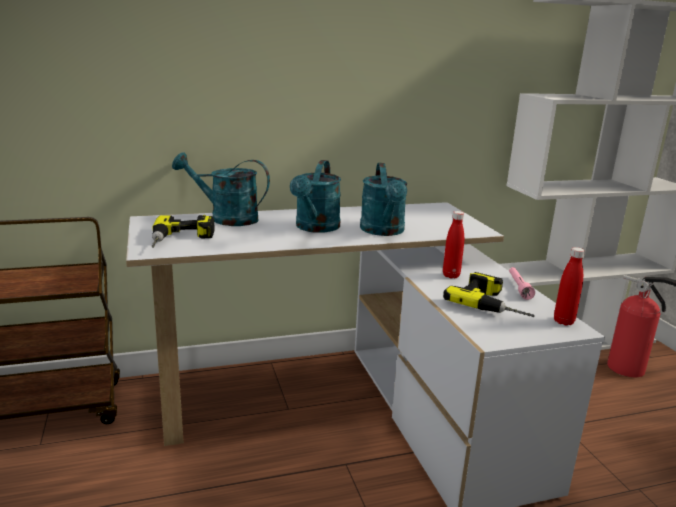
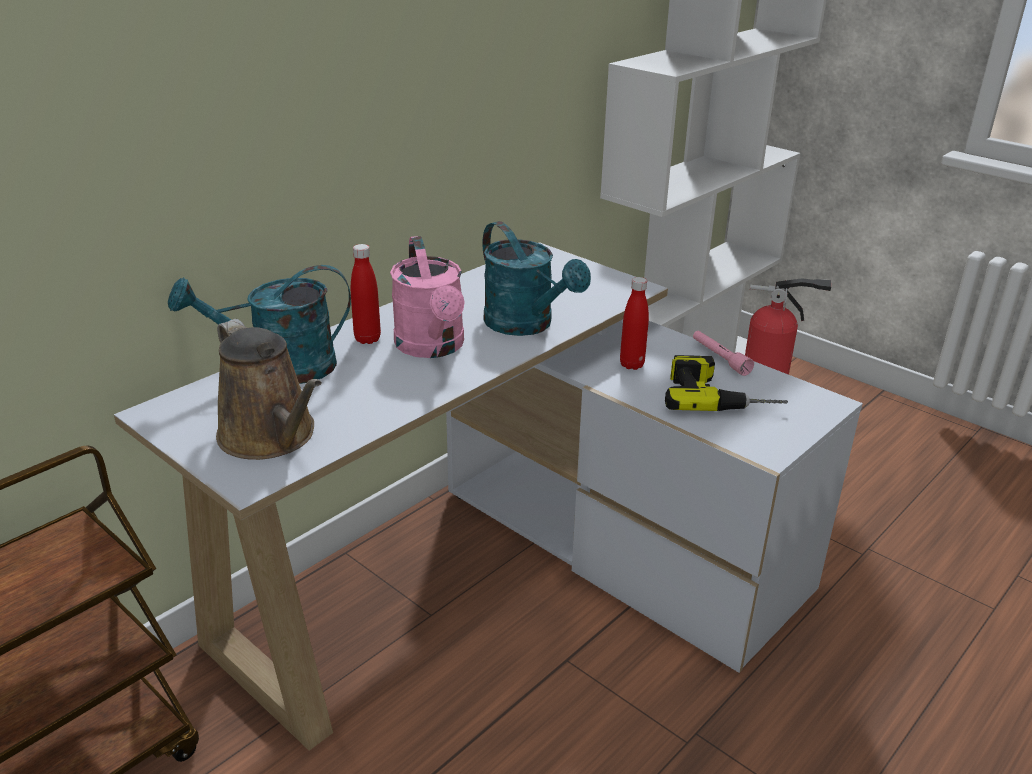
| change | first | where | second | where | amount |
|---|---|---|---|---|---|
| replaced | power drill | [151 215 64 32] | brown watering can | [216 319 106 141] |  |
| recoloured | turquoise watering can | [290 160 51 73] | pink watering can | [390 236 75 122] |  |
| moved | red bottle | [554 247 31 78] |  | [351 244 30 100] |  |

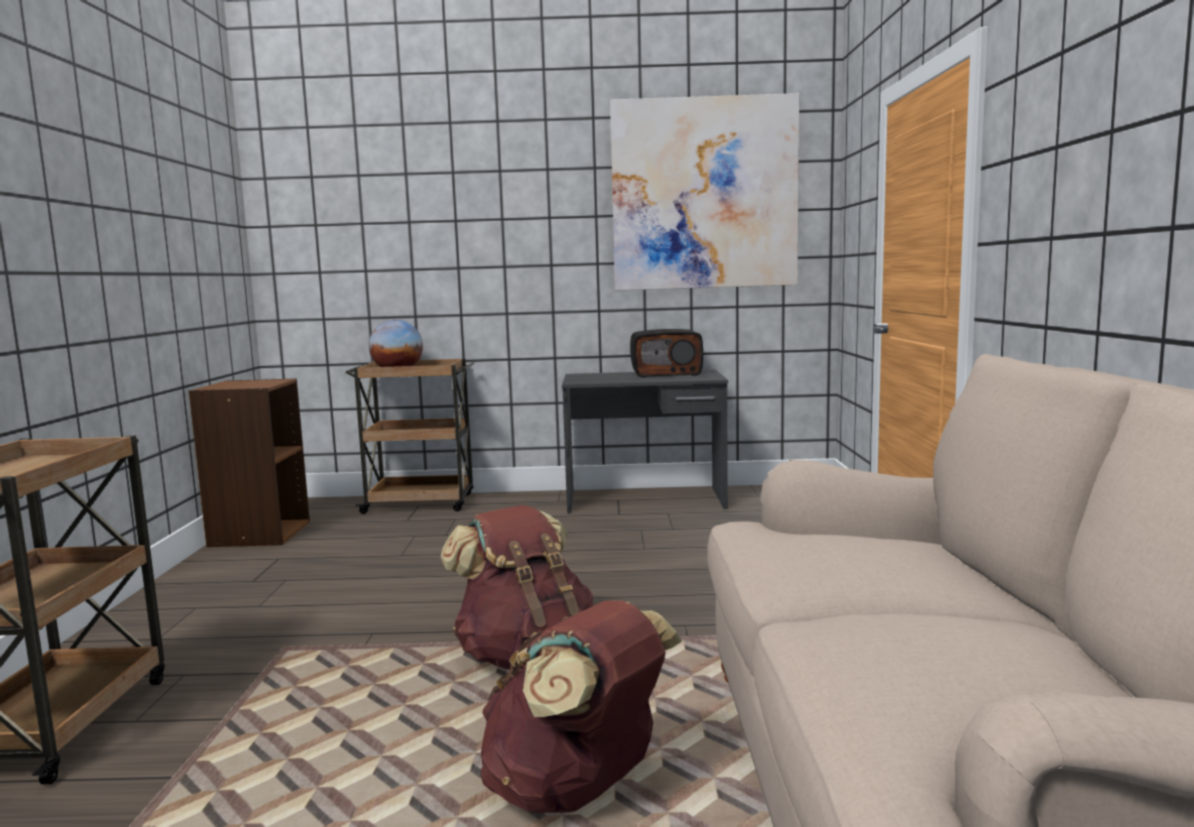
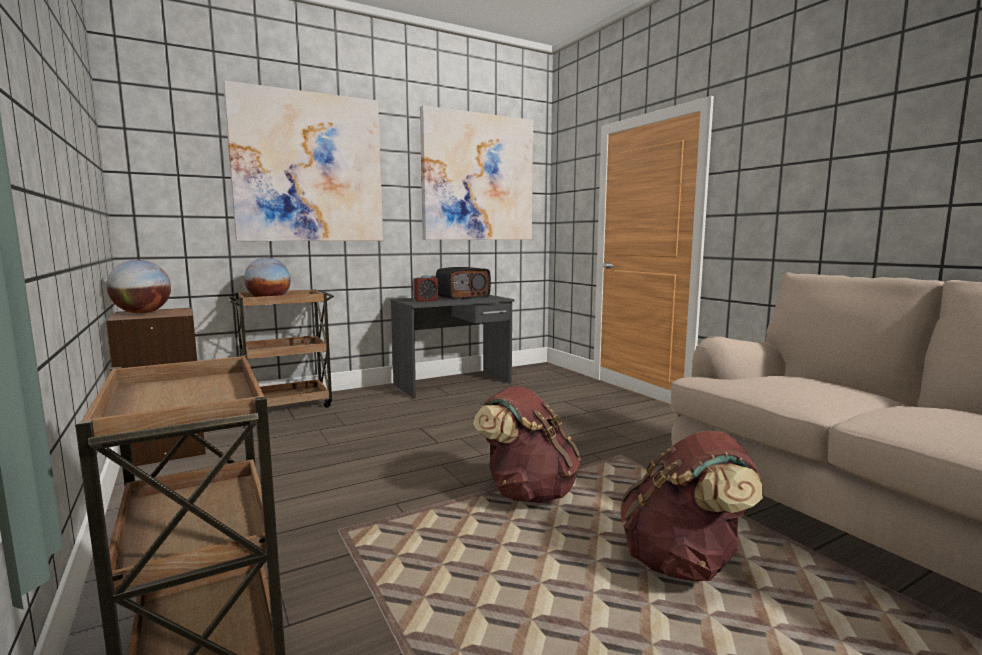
| change | first | where | second | where | amount |
|---|---|---|---|---|---|
| added |  |  | globe | [106 260 65 54] |  |
| added |  |  | picture | [223 80 160 161] |  |
| added |  |  | alarm clock | [413 275 25 27] |  |

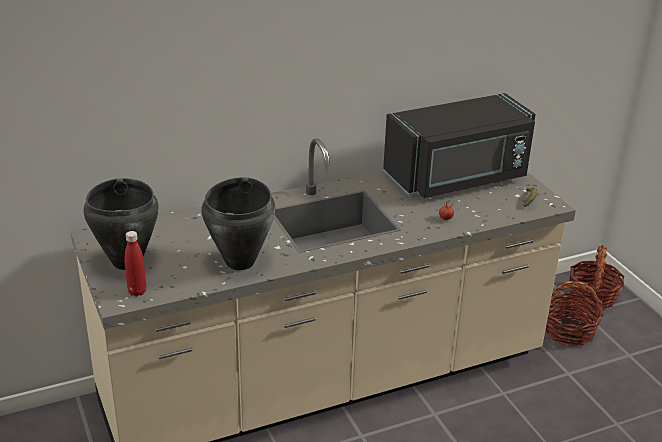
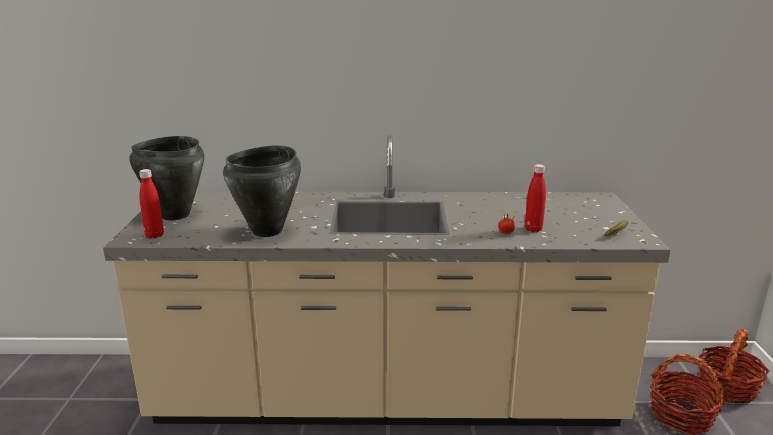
| change | first | where | second | where | amount |
|---|---|---|---|---|---|
| removed | black microwave | [383 93 152 105] |  |  |  |
| added |  |  | red bottle | [525 164 21 68] |  |

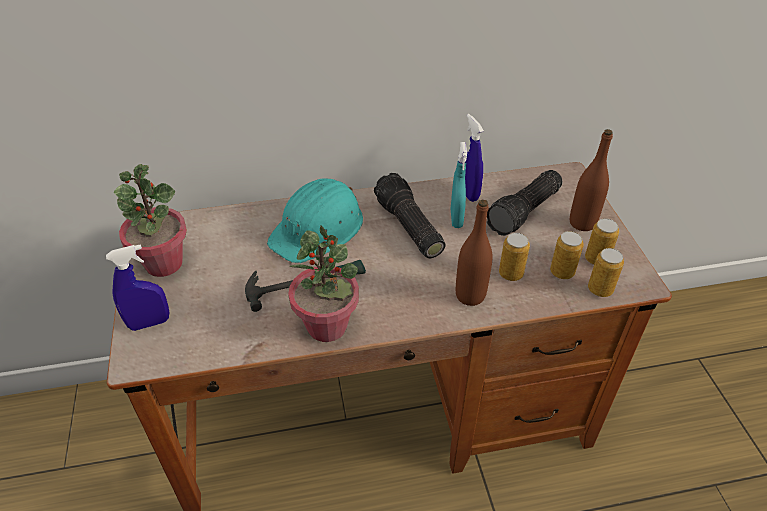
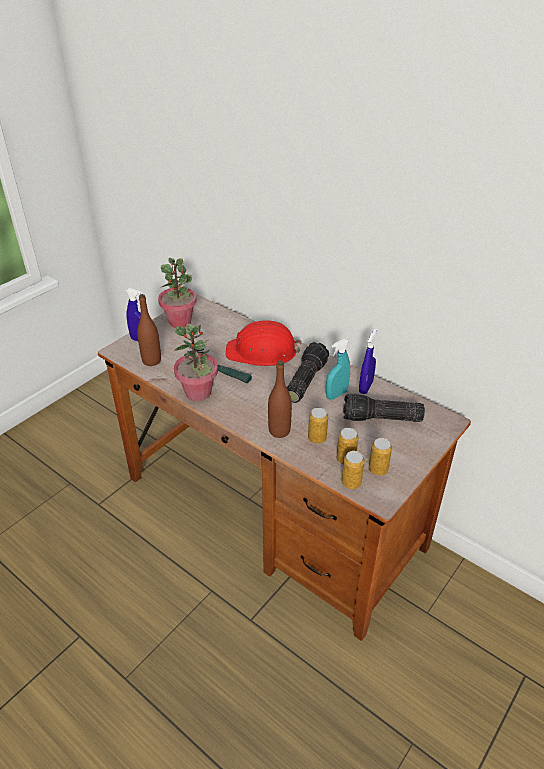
| change | first | where | second | where | amount |
|---|---|---|---|---|---|
| recoloured | turquoise hard hat | [267 178 96 85] | red hard hat | [226 320 76 46] |  |
| moved | brown bottle | [570 129 43 102] |  | [137 294 24 72] |  |

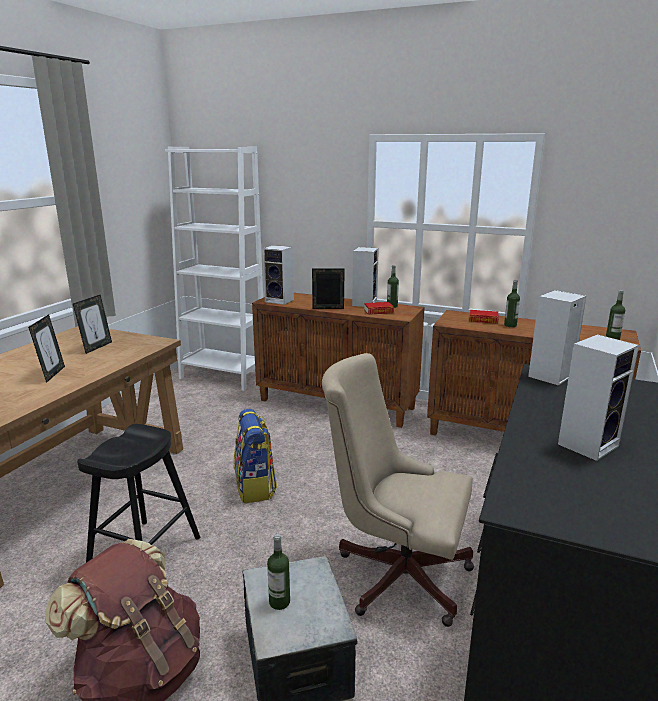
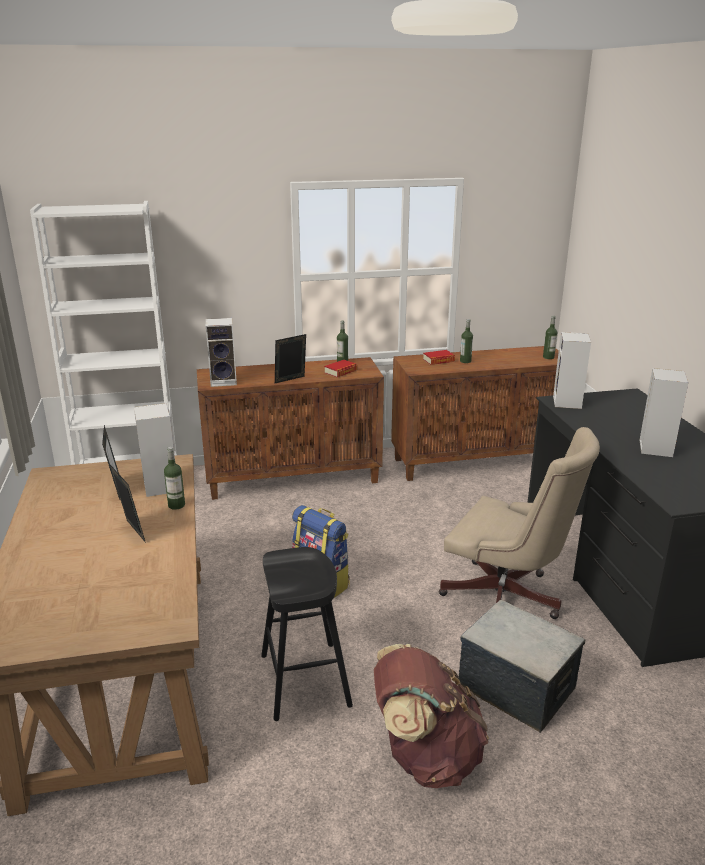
| change | first | where | second | where | amount |
|---|---|---|---|---|---|
| moved | bottle | [267 534 23 76] |  | [164 447 21 63] |  |
| turned | beige office chair | [322 353 152 274] |  | [439 427 161 192] | 135 degrees counterclockwise |
| moved | speaker | [352 247 27 60] |  | [134 403 41 94] |  |

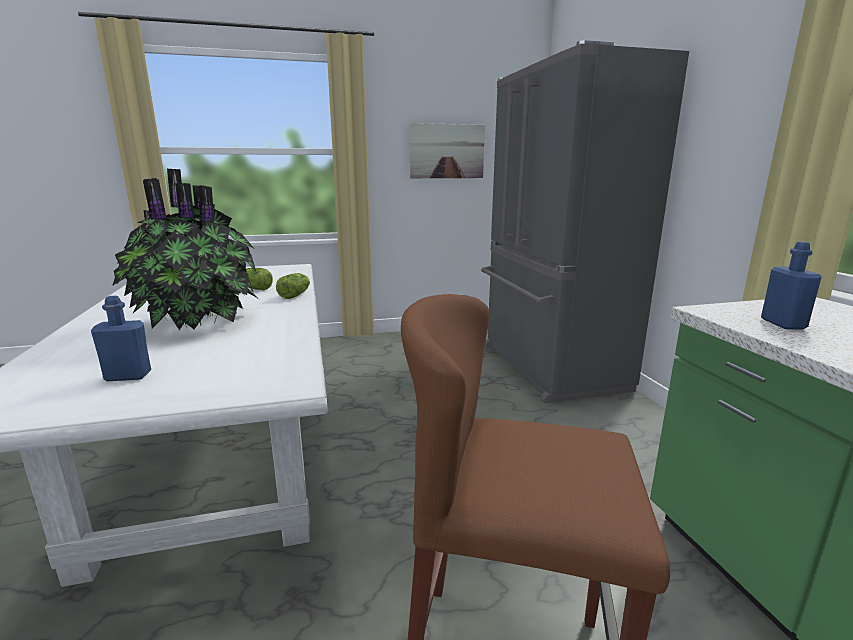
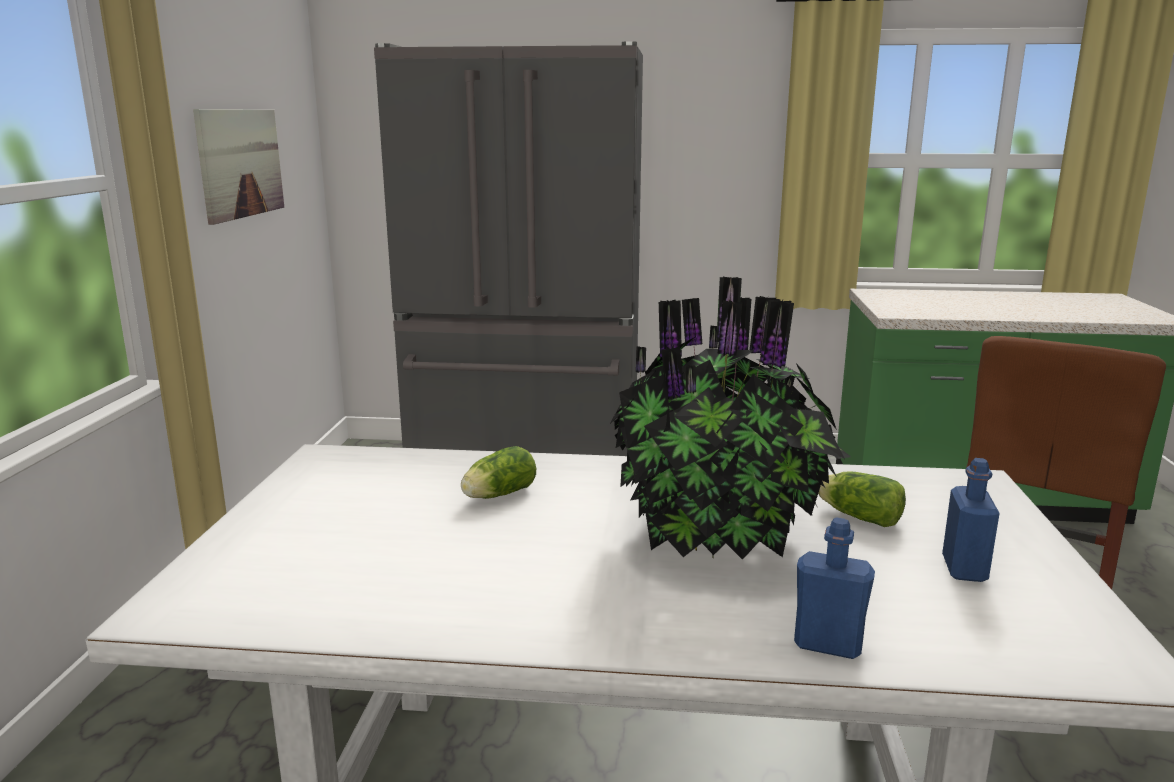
| change | first | where | second | where | amount |
|---|---|---|---|---|---|
| moved | lettuce | [276 273 34 26] |  | [818 471 88 56] |  |
| moved | blue bottle | [761 242 61 87] |  | [794 518 81 141] |  |

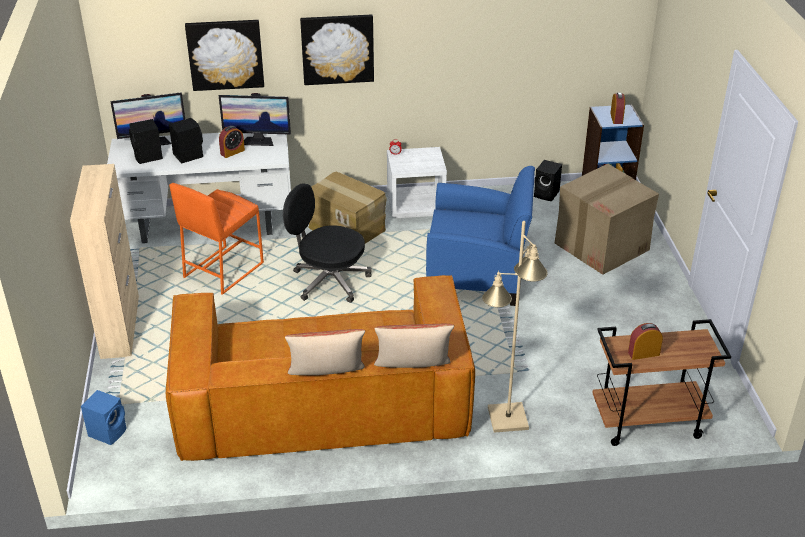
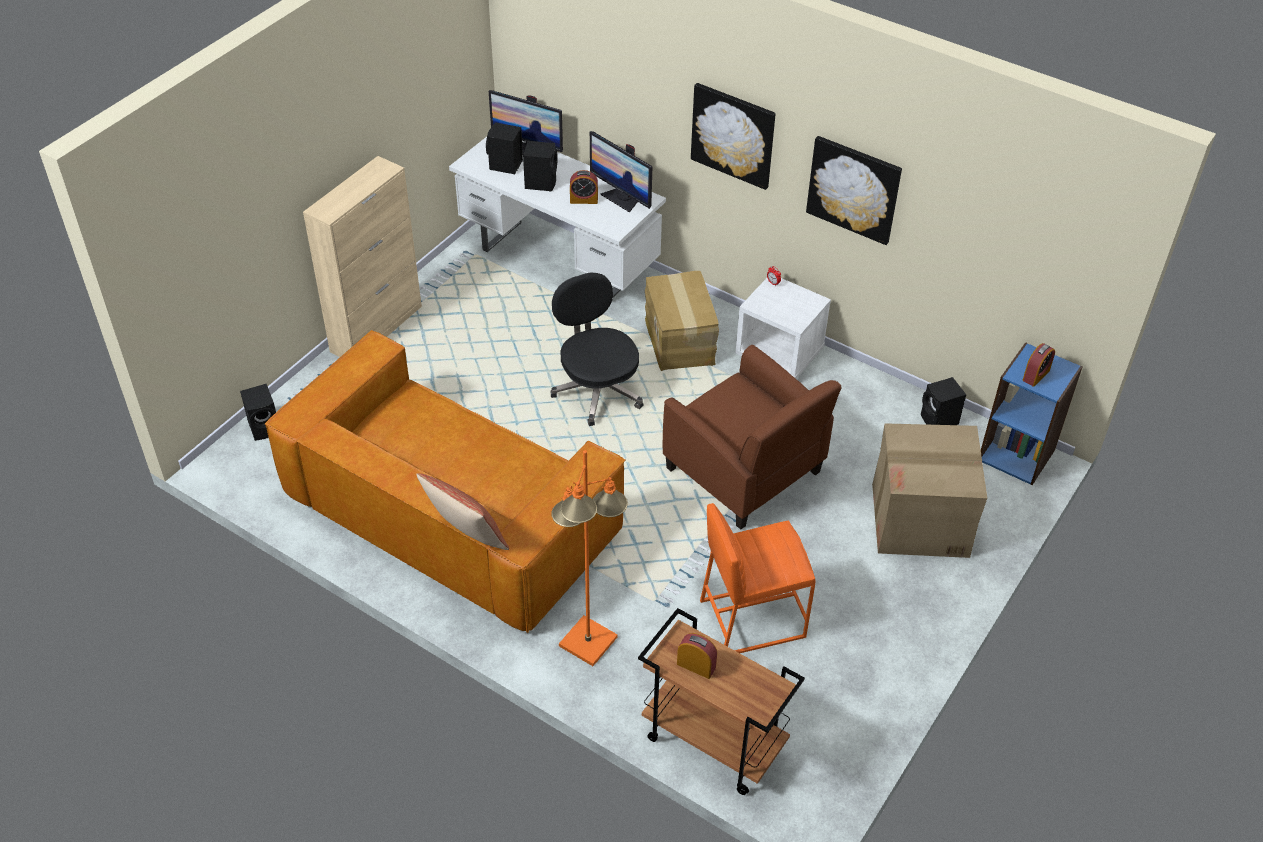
| change | first | where | second | where | amount |
|---|---|---|---|---|---|
| recoloured | blue speaker | [81 390 46 55] | black speaker | [240 384 36 57] |  |
| moved | orange stool | [169 183 95 112] |  | [700 503 116 150] |  |
| moved | picture | [185 20 79 71] |  | [806 136 96 109] |  |
| removed | pillow | [285 329 80 46] |  |  |  |
| recoloured | blue armchair | [426 166 109 140] | brown armchair | [663 345 178 184] |  |
| recoloured | beige floor lamp | [482 221 66 212] | orange floor lamp | [551 450 77 216] |  |

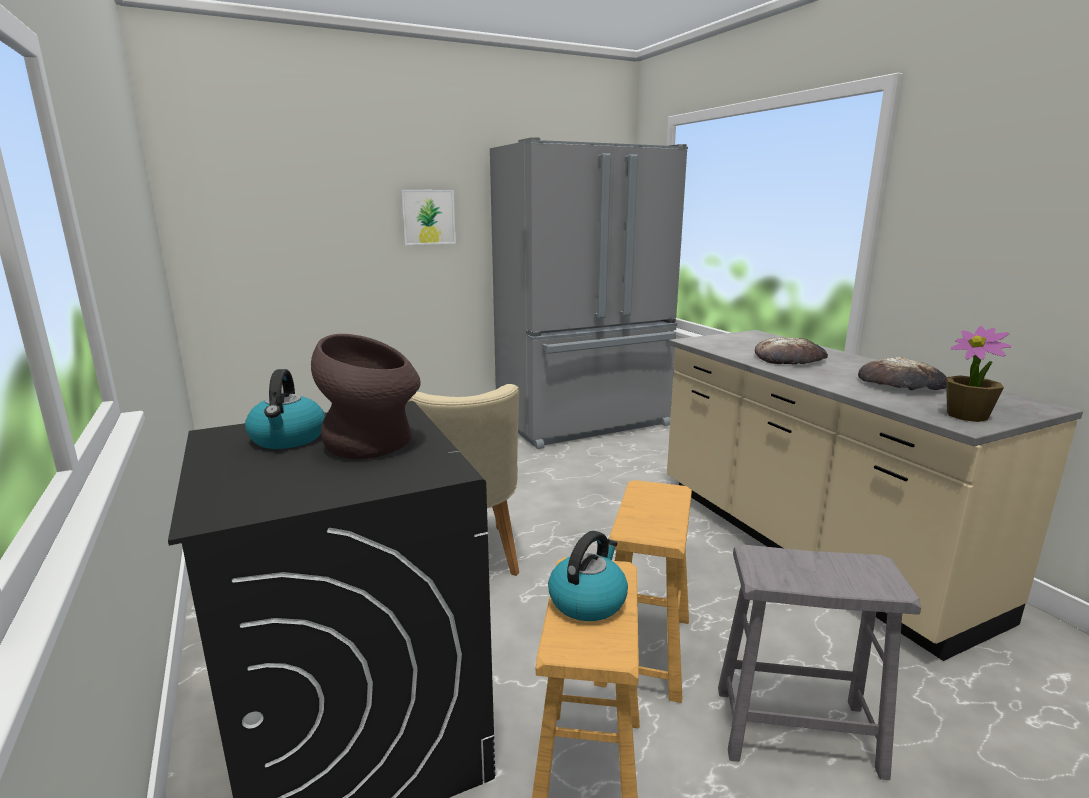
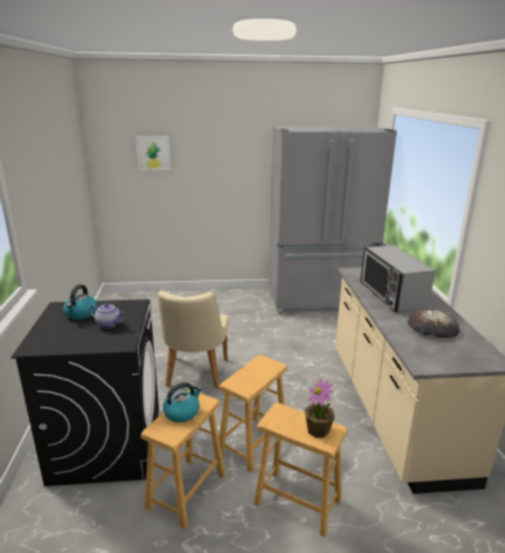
| change | first | where | second | where | amount |
|---|---|---|---|---|---|
| replaced | brown vase | [311 334 110 125] | teapot | [90 303 35 26] |  |
| moved | picture | [401 190 55 55] |  | [136 136 35 34] |  |
| recoloured | grey stool | [718 544 203 236] | brown stool | [254 403 94 134] |  |
| replaced | bread | [755 337 73 27] | microwave | [360 245 75 67] |  |
| moved | potted plant | [946 326 65 96] |  | [305 379 30 59] |  |

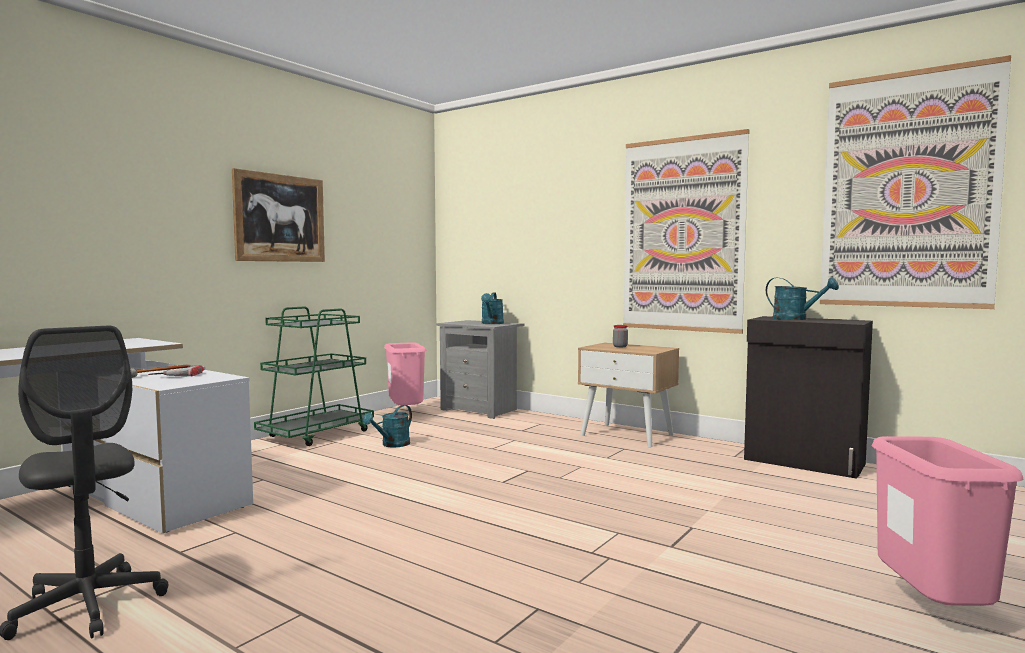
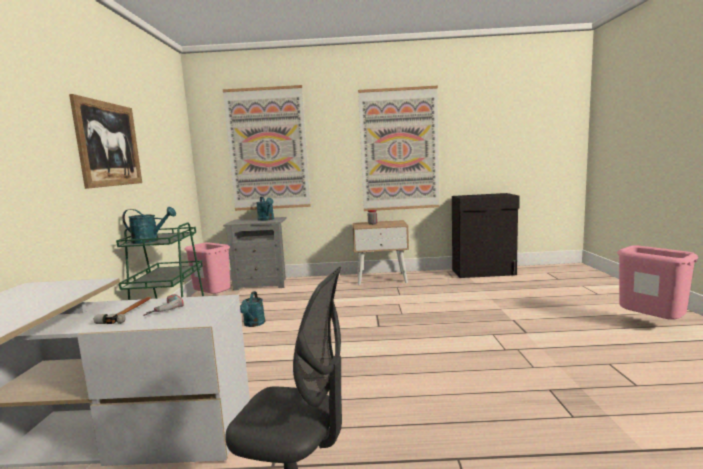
| change | first | where | second | where | amount |
|---|---|---|---|---|---|
| moved | turquoise watering can | [766 277 73 43] |  | [122 207 54 37] |  |
| moved | picture | [820 55 191 254] |  | [223 85 88 126] |  |

